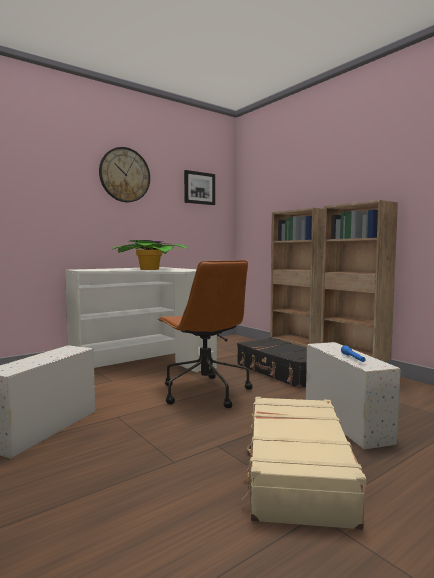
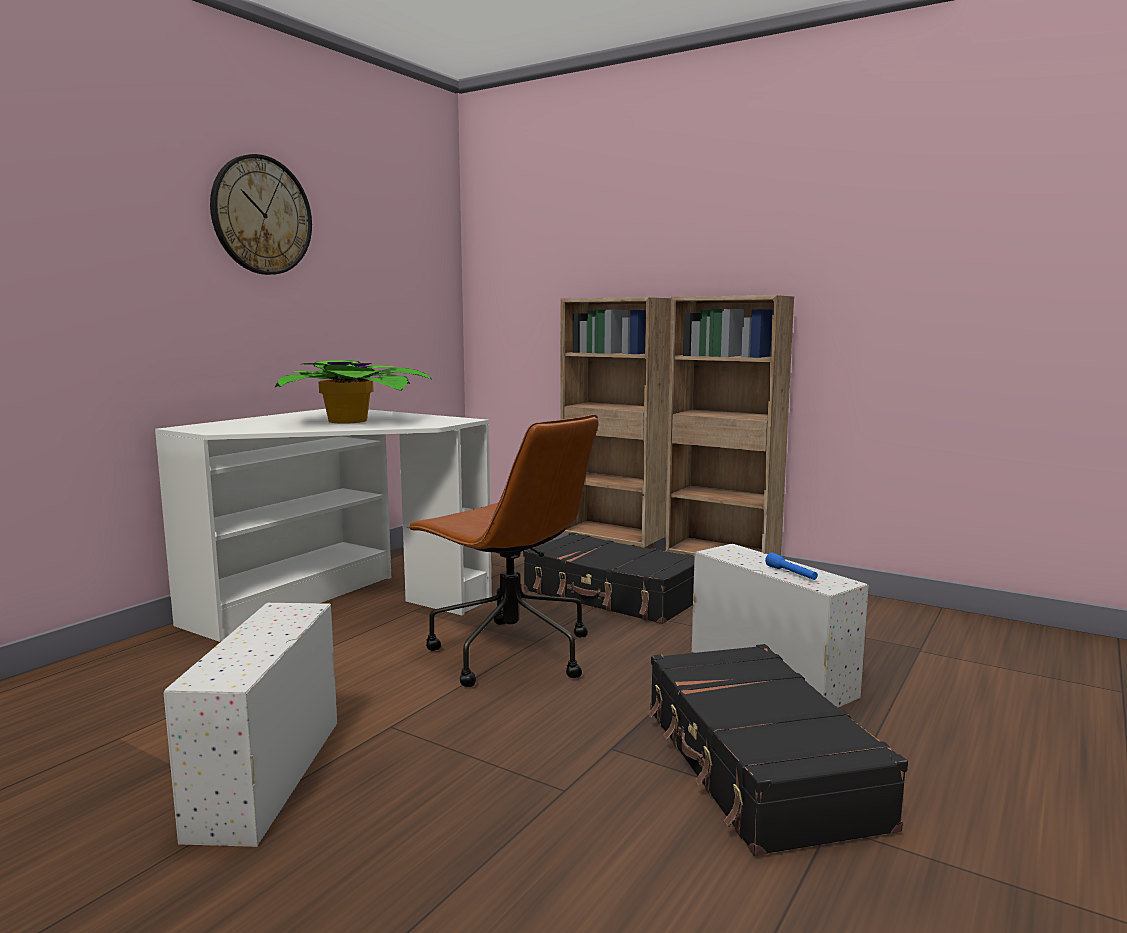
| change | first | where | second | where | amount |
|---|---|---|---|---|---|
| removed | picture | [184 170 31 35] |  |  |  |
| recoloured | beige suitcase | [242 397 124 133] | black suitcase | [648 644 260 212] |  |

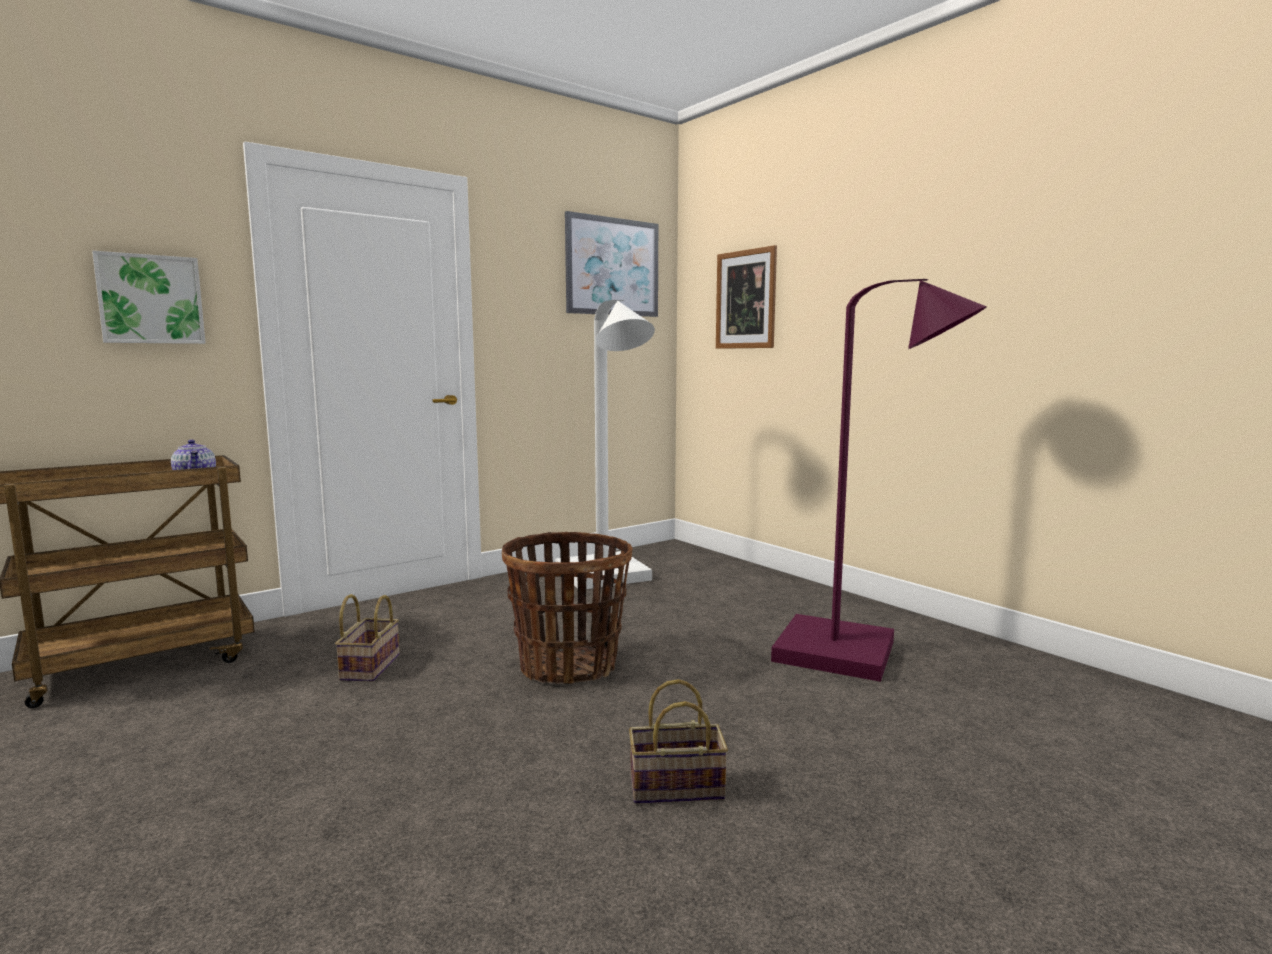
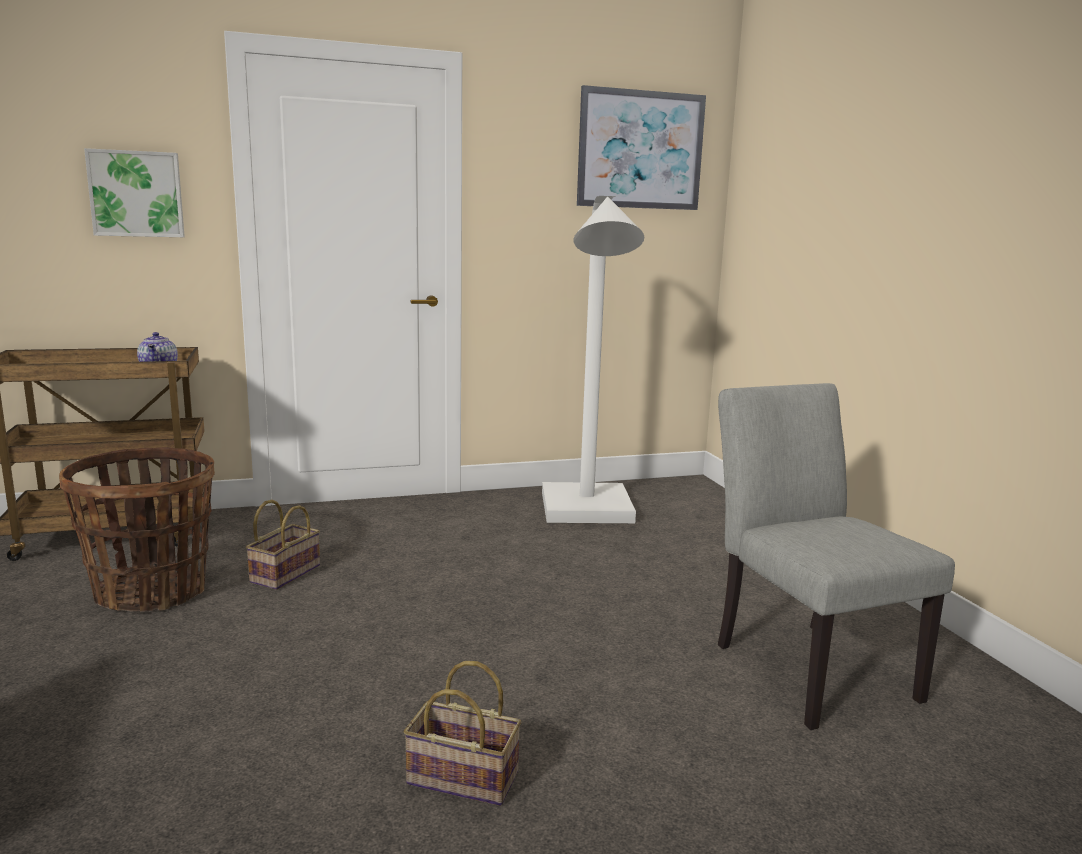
| change | first | where | second | where | amount |
|---|---|---|---|---|---|
| moved | basket | [502 532 130 152] |  | [59 447 156 165] |  |
| removed | picture | [716 245 61 104] |  |  |  |
| replaced | purple floor lamp | [771 279 216 403] | grey chair | [718 383 237 347] |  |

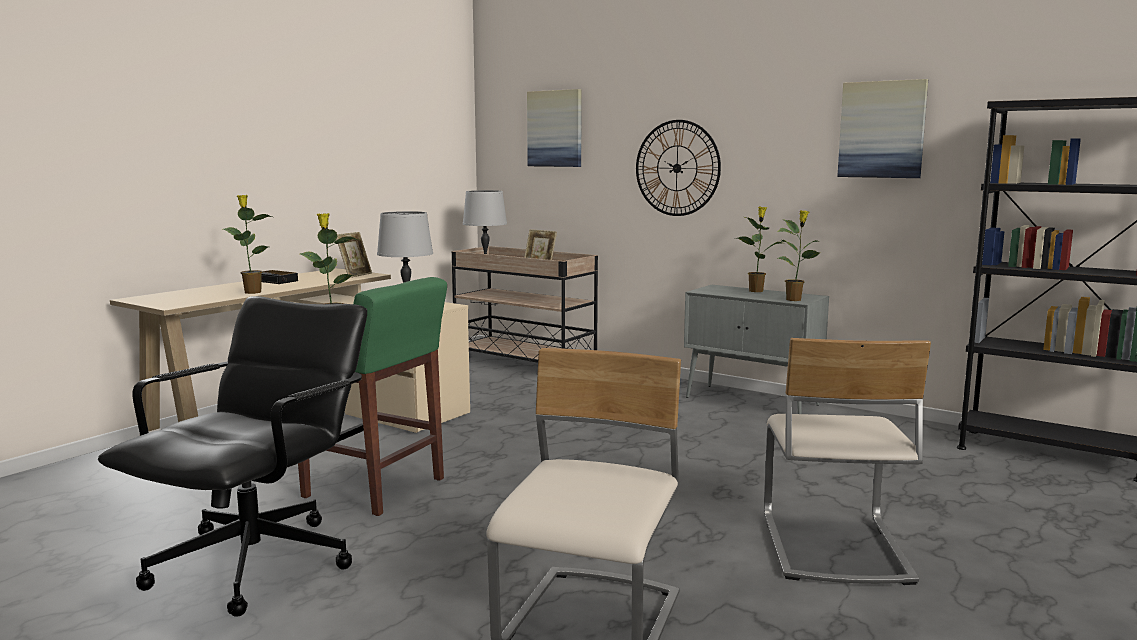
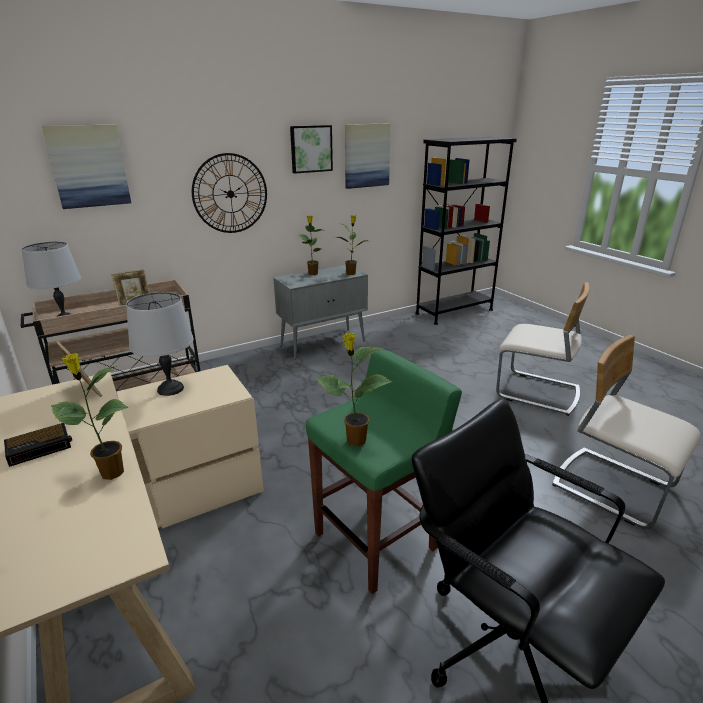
| change | first | where | second | where | amount |
|---|---|---|---|---|---|
| added |  |  | picture | [290 125 43 49] |  |

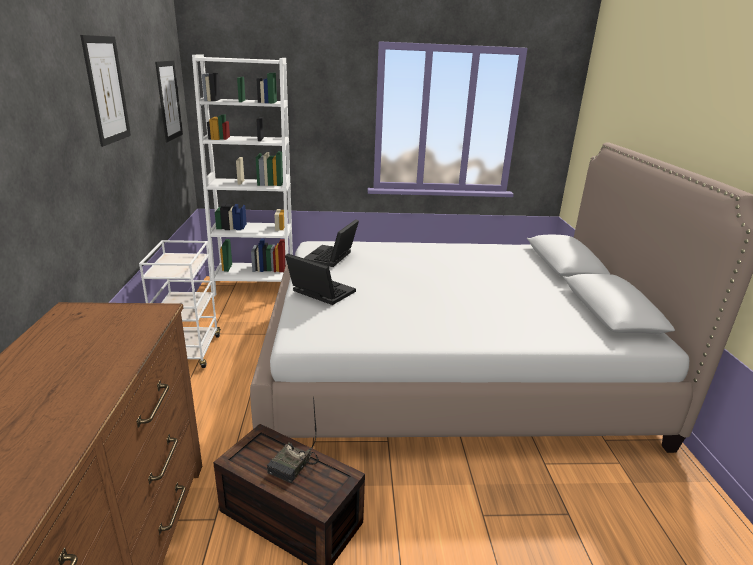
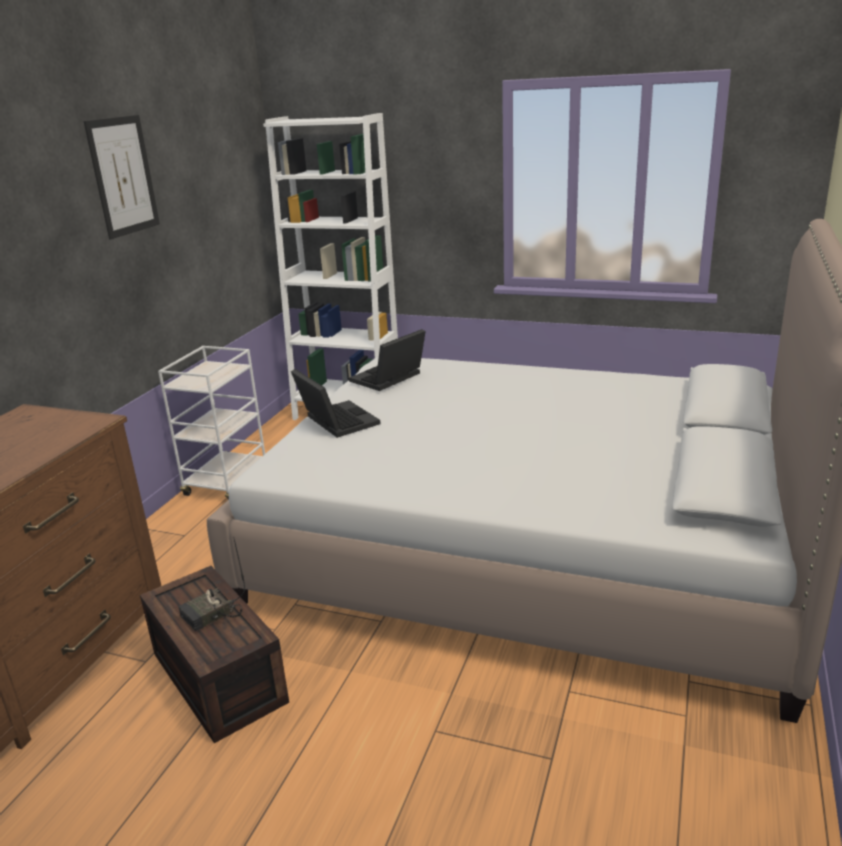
| change | first | where | second | where | amount |
|---|---|---|---|---|---|
| removed | picture | [155 61 28 81] |  |  |  |

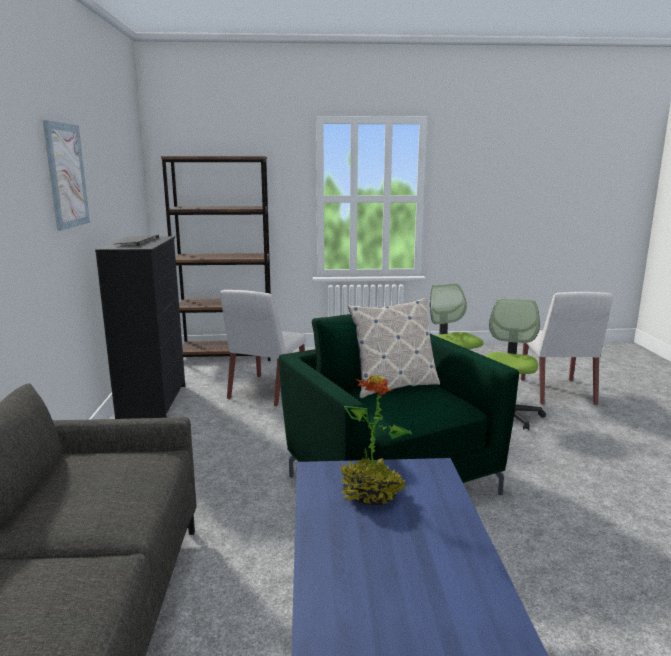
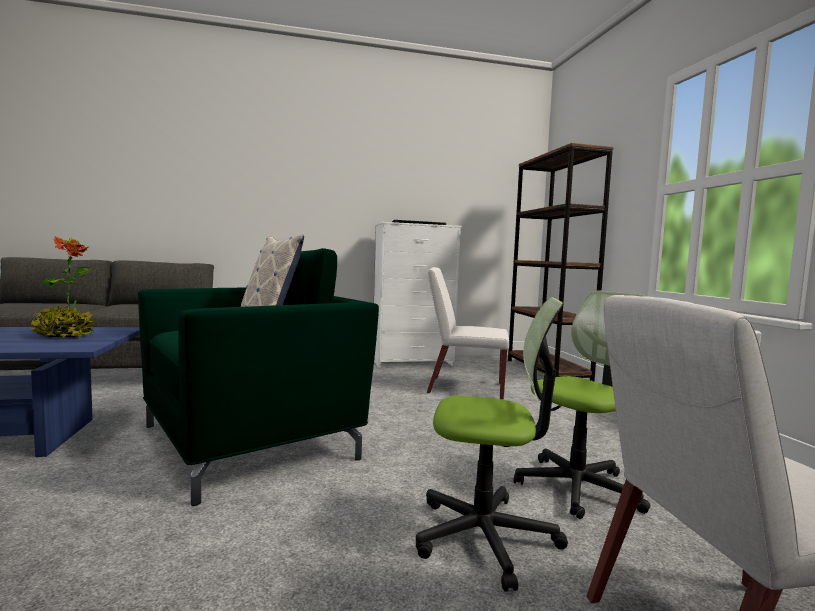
| change | first | where | second | where | amount |
|---|---|---|---|---|---|
| removed | picture | [43 120 47 111] |  |  |  |
| recoloured | black dresser | [95 236 90 183] | white dresser | [374 222 88 146] |  |

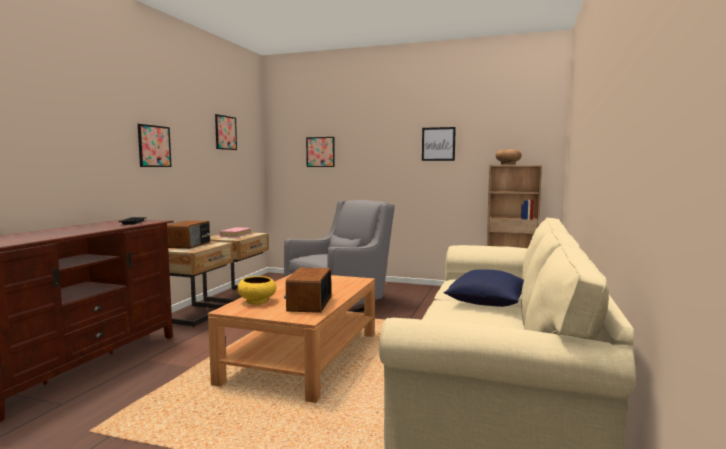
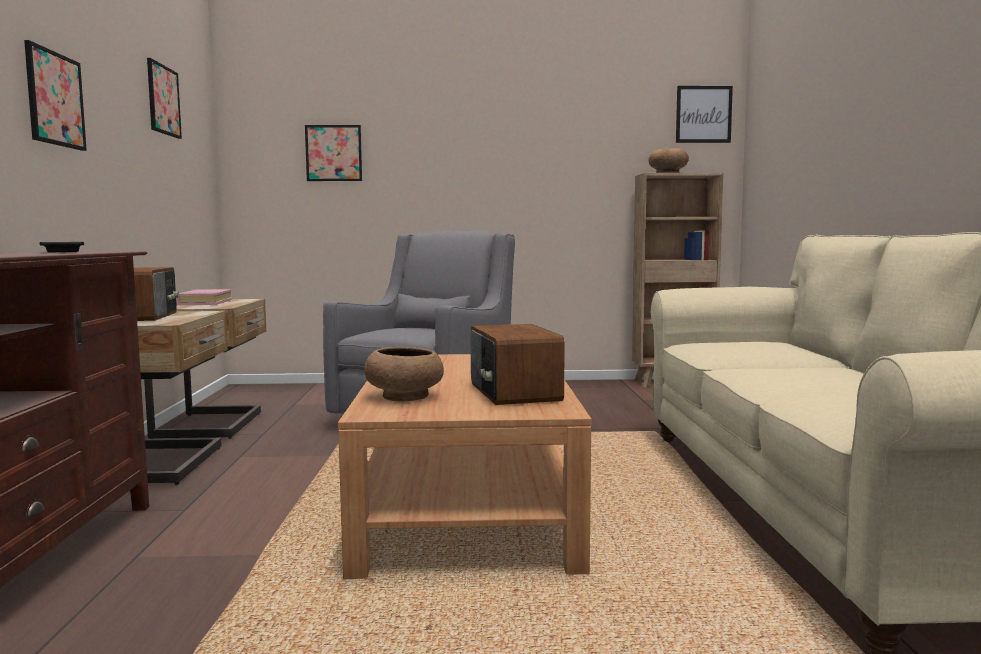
| change | first | where | second | where | amount |
|---|---|---|---|---|---|
| recoloured | yellow bowl | [237 276 39 28] | brown bowl | [364 347 80 55] |  |
| moved | picture | [422 127 34 34] |  | [676 86 57 57] |  |
| removed | blue pillow | [443 269 81 38] |  |  |  |

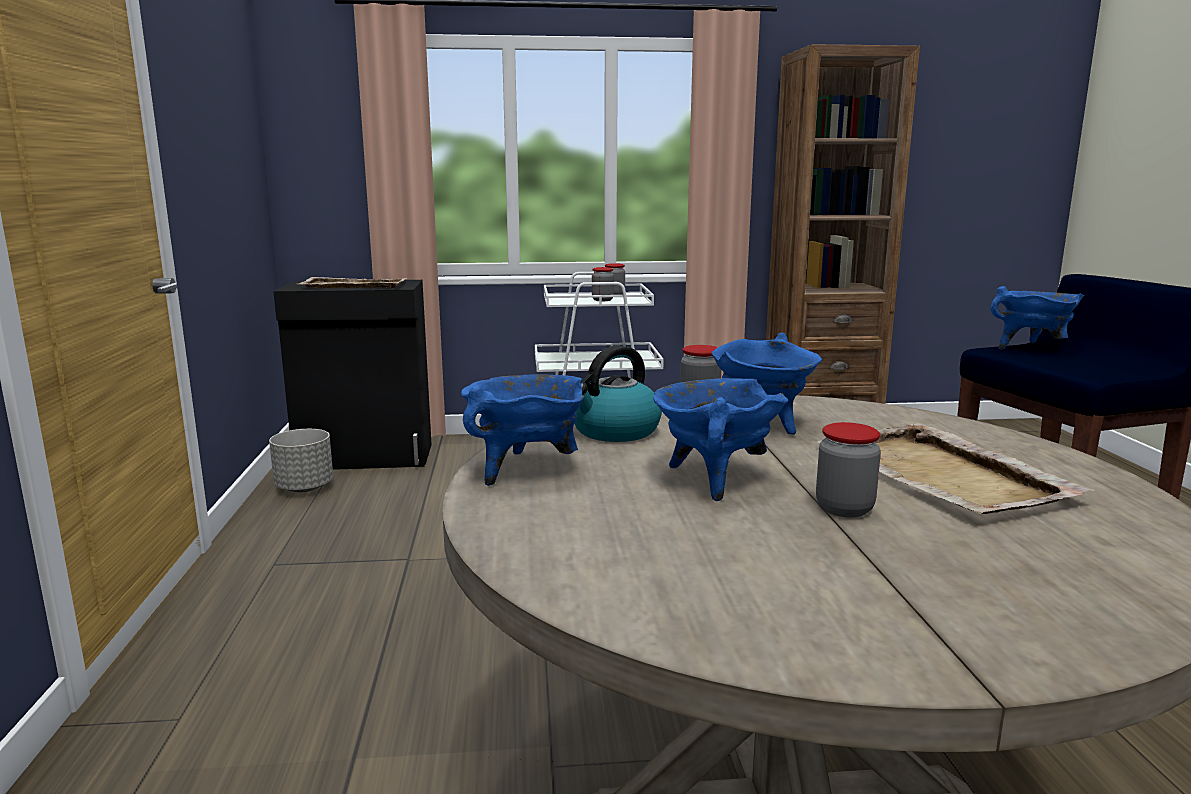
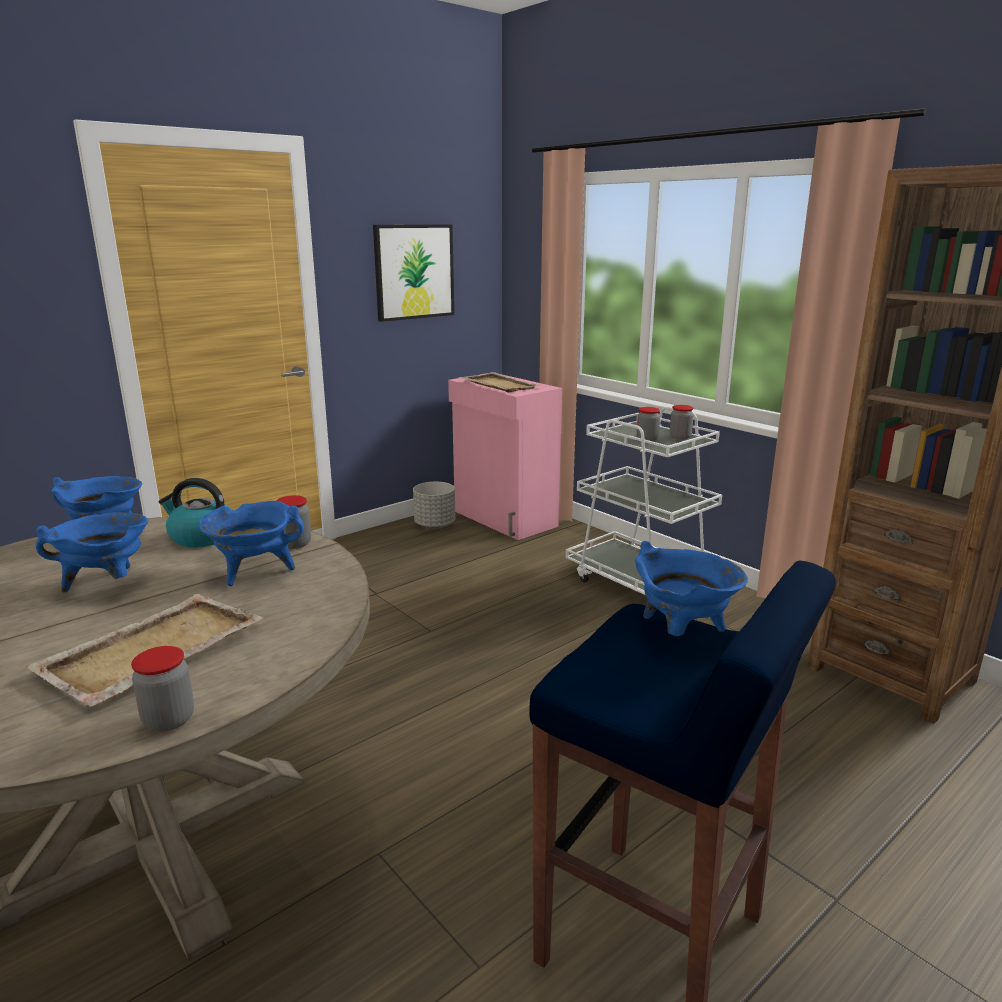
| change | first | where | second | where | amount |
|---|---|---|---|---|---|
| recoloured | black cabinet | [273 280 159 190] | pink cabinet | [448 375 114 165] |  |
| moved | jar | [816 422 65 96] |  | [131 646 63 86] |  |
| added |  |  | picture | [373 224 81 98] |  |

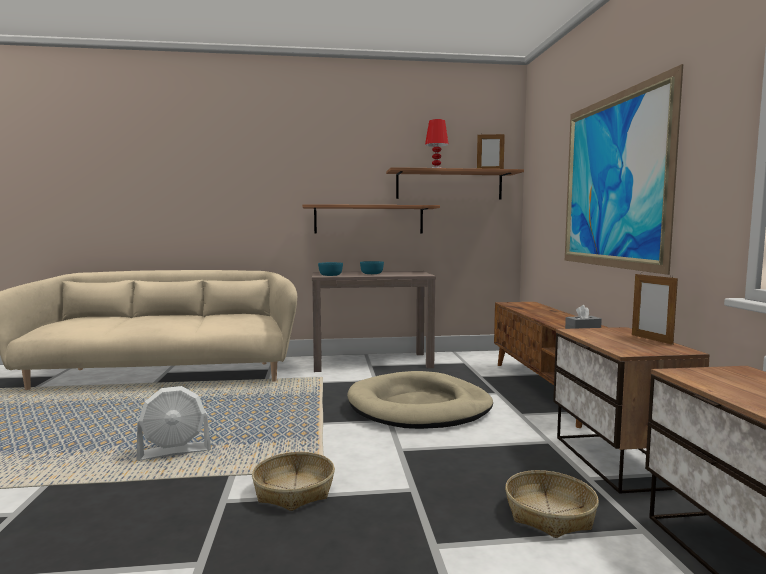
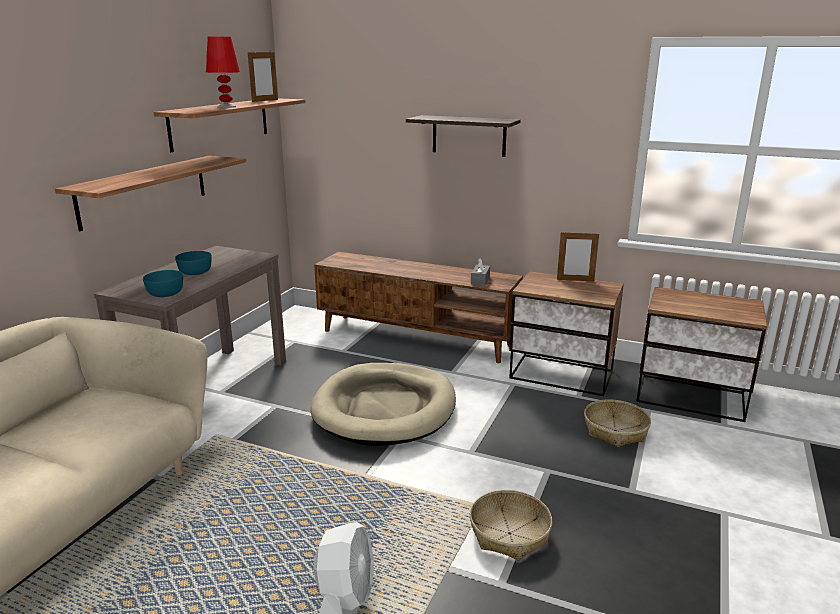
| change | first | where | second | where | amount |
|---|---|---|---|---|---|
| replaced | picture | [565 64 118 211] | shelf | [406 115 115 42] |  |

